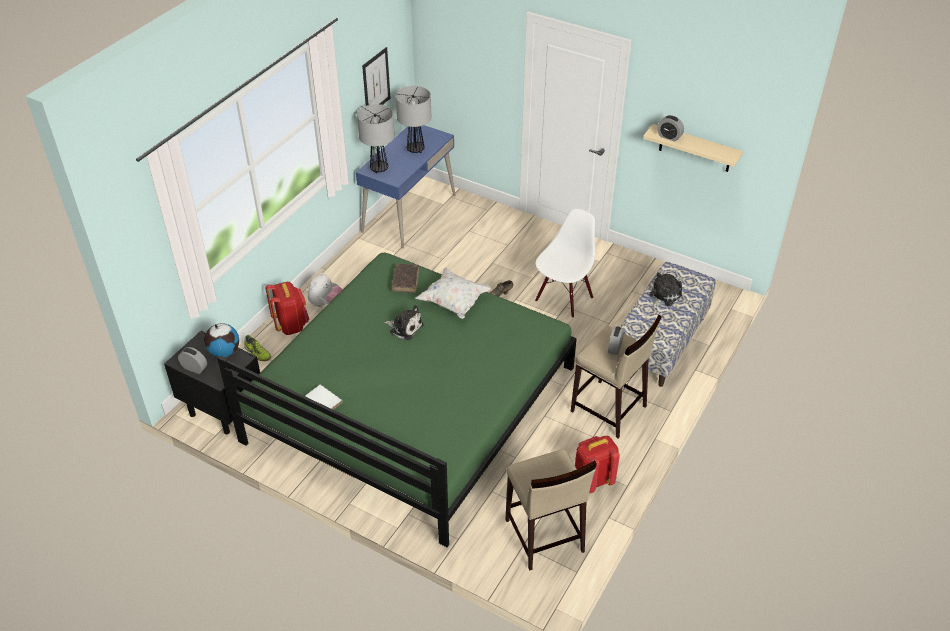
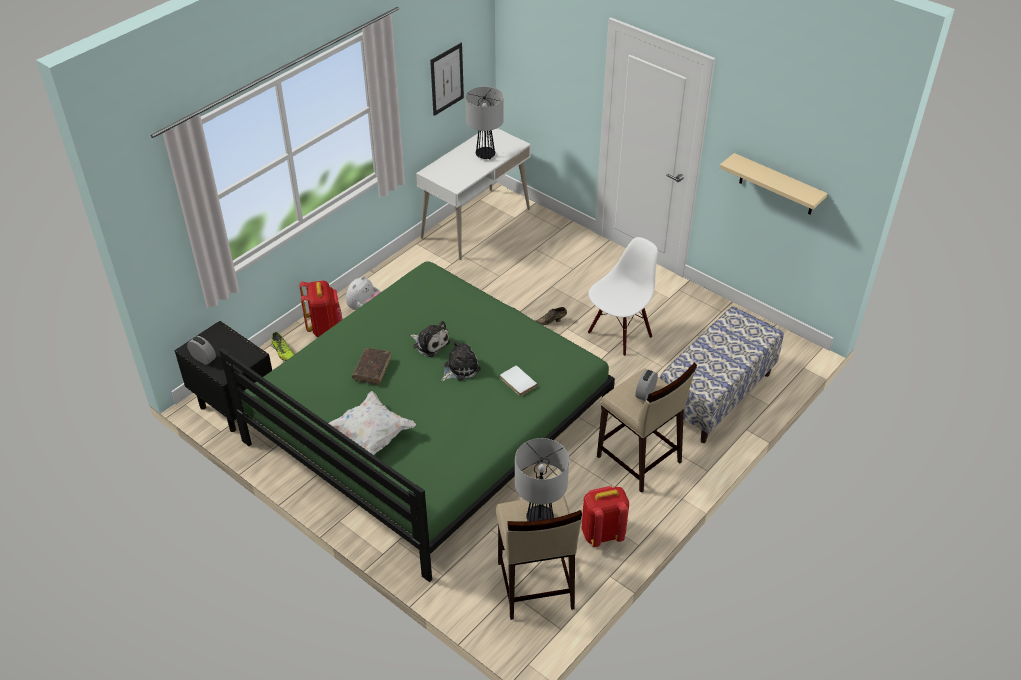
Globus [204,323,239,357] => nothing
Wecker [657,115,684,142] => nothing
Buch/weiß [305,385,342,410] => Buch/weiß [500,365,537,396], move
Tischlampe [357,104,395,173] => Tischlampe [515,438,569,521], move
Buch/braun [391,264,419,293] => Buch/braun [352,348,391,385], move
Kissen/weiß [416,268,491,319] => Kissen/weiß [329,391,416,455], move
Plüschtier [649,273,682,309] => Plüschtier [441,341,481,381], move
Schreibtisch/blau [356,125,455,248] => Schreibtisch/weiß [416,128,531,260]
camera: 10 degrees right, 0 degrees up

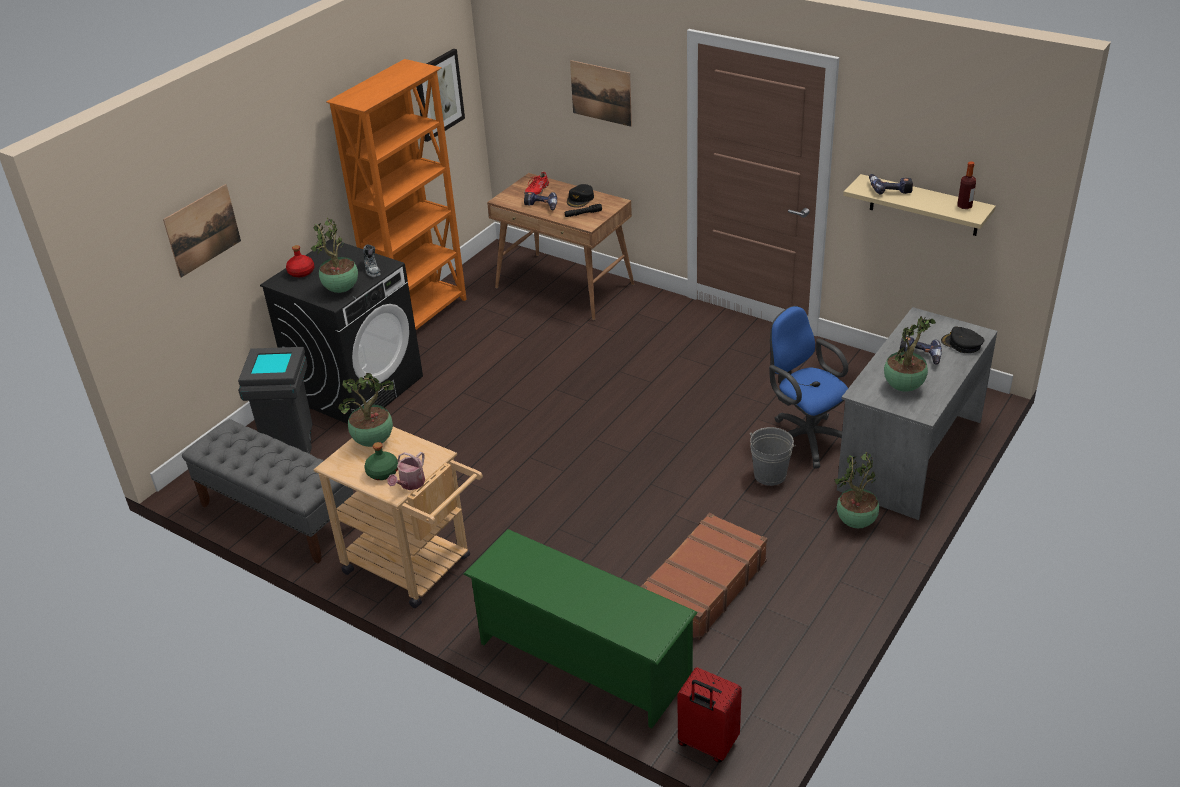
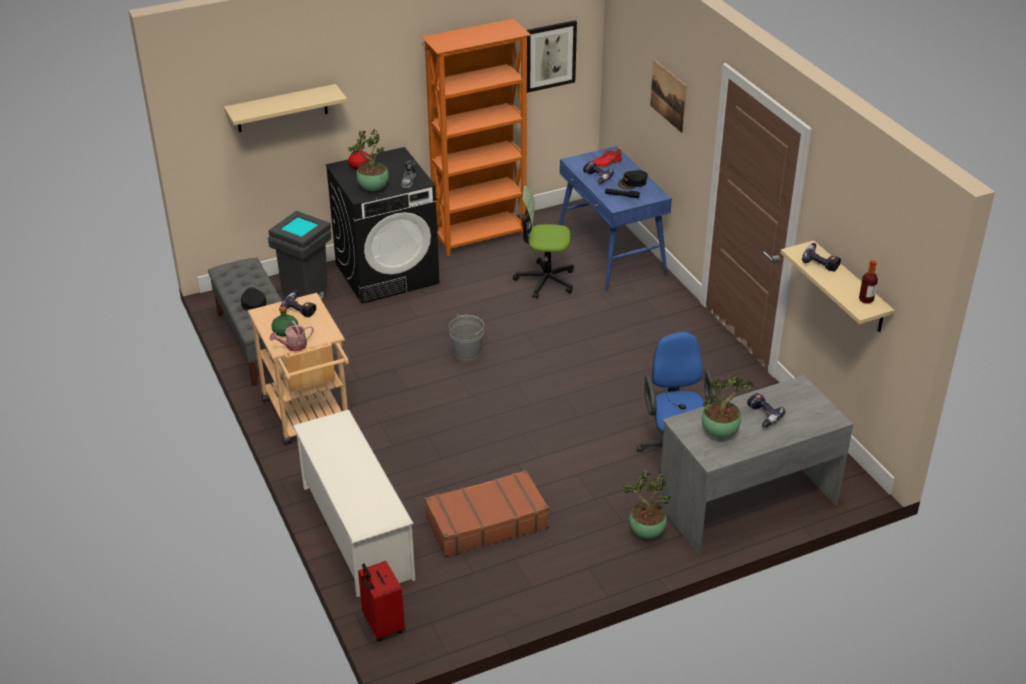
nothing => Bürostuhl [513,185,574,299]
Eimer/grau [750,427,796,486] => Eimer/grau [449,314,484,363], move
Kappe/schwarz [941,326,984,353] => Kappe/schwarz [241,287,267,311], move
Bild [163,184,241,278] => Wandregal/beige [224,84,347,132]
Topfpflanze [338,373,394,447] => Bohrmaschine [280,290,316,317]
Schuhregal/grün [463,529,698,729] => Schuhregal/weiß [293,410,415,597]
Schreibtisch/braun [487,173,634,320] => Schreibtisch/blau [558,146,672,291]
camera: 30 degrees right, 0 degrees up

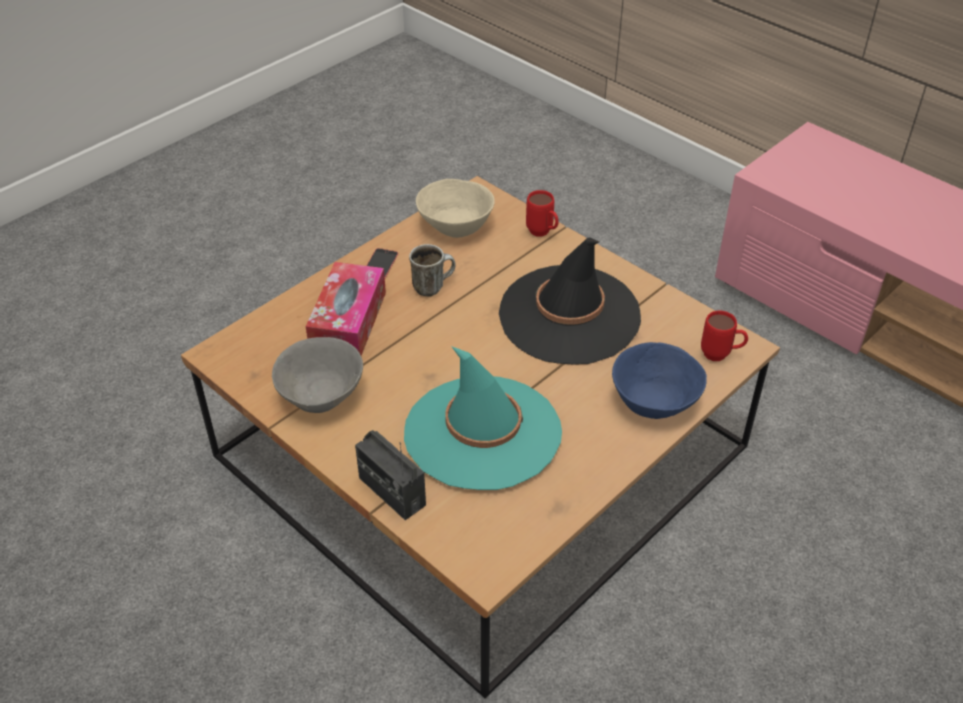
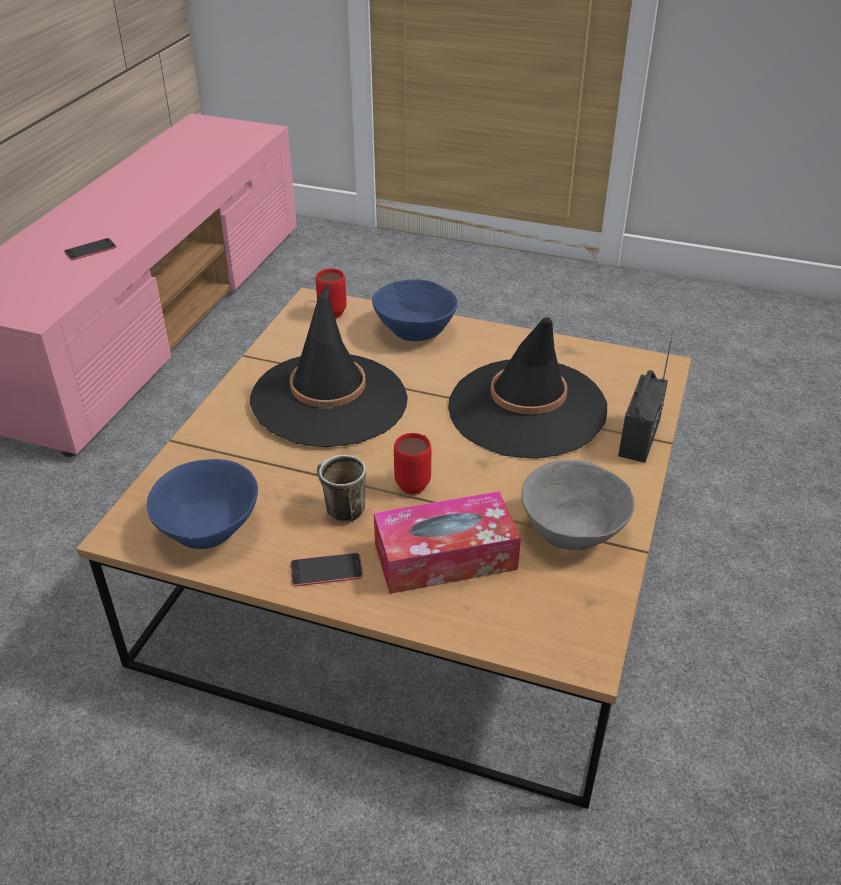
nothing => Handy [64,238,116,260]
Henkelbecher/rot [526,190,559,237] => Henkelbecher/rot [394,433,431,494], move
Hut/türkis [404,346,562,490] => Hut/schwarz [448,318,607,459]
Schüssel/beige [416,179,495,238] => Schüssel/blau [147,459,258,549]
camera: 115 degrees left, 5 degrees down

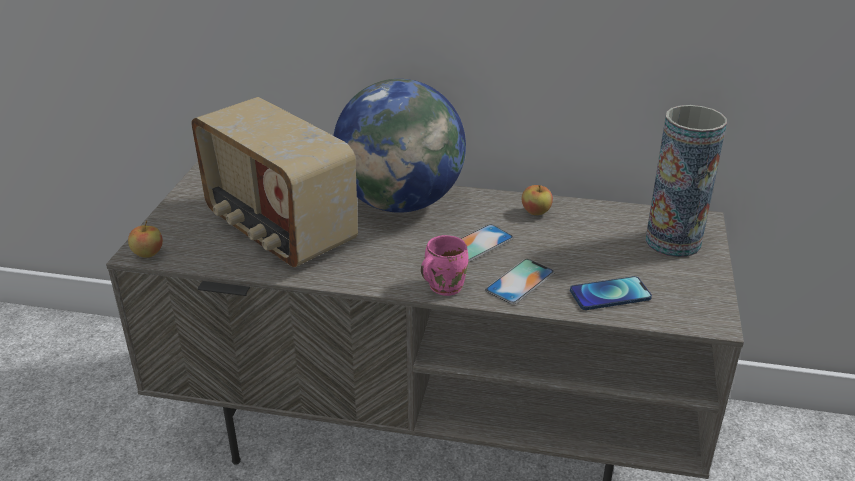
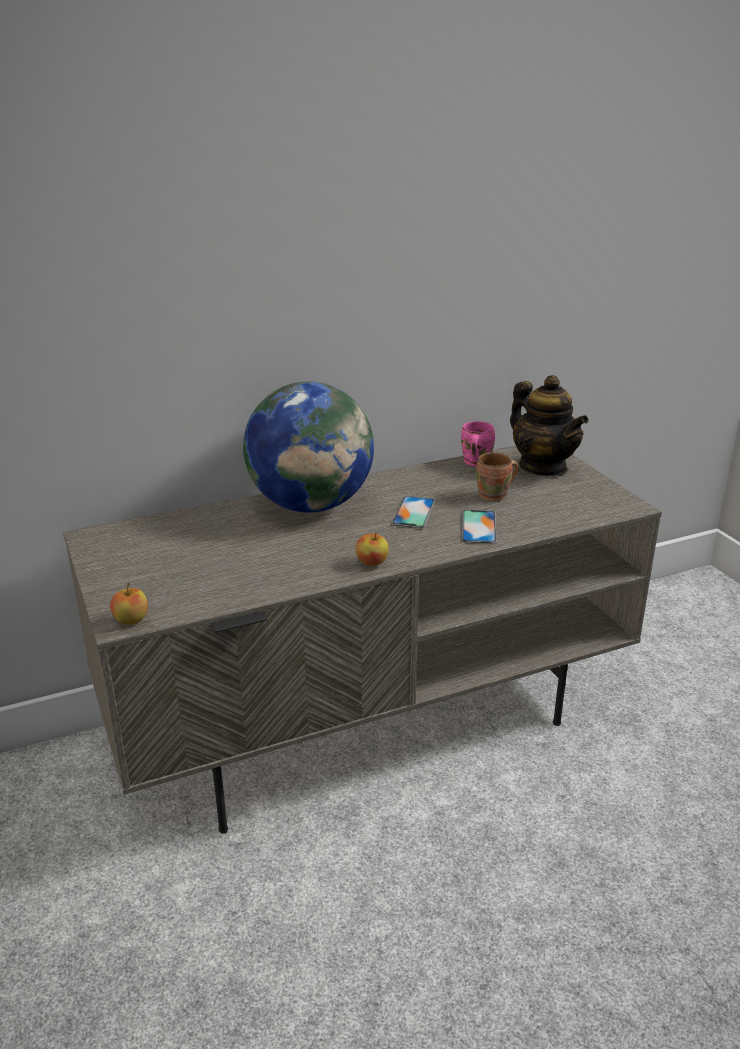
Radio [191,97,358,267] => nothing
Handy [570,276,652,310] => nothing
nothing => Henkelbecher/braun [476,452,519,502]
Henkelbecher/rosa [421,235,469,296] => Henkelbecher/rosa [461,421,495,467], move
Apfel [522,185,553,215] => Apfel [355,532,389,567], move
Vase [645,105,727,258] => Teekanne [510,375,589,476]
camera: 35 degrees left, 5 degrees down

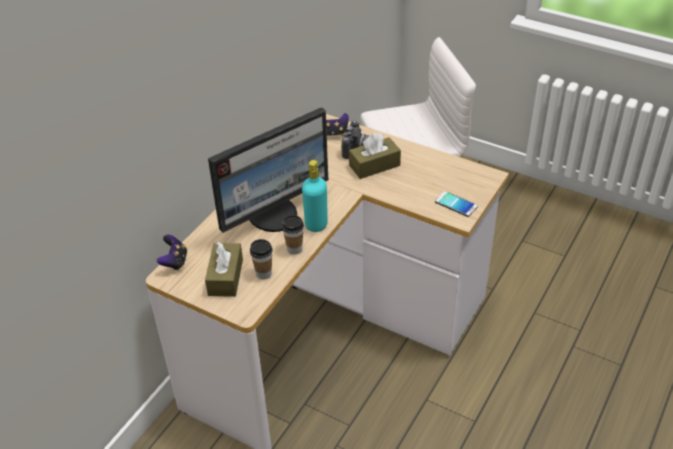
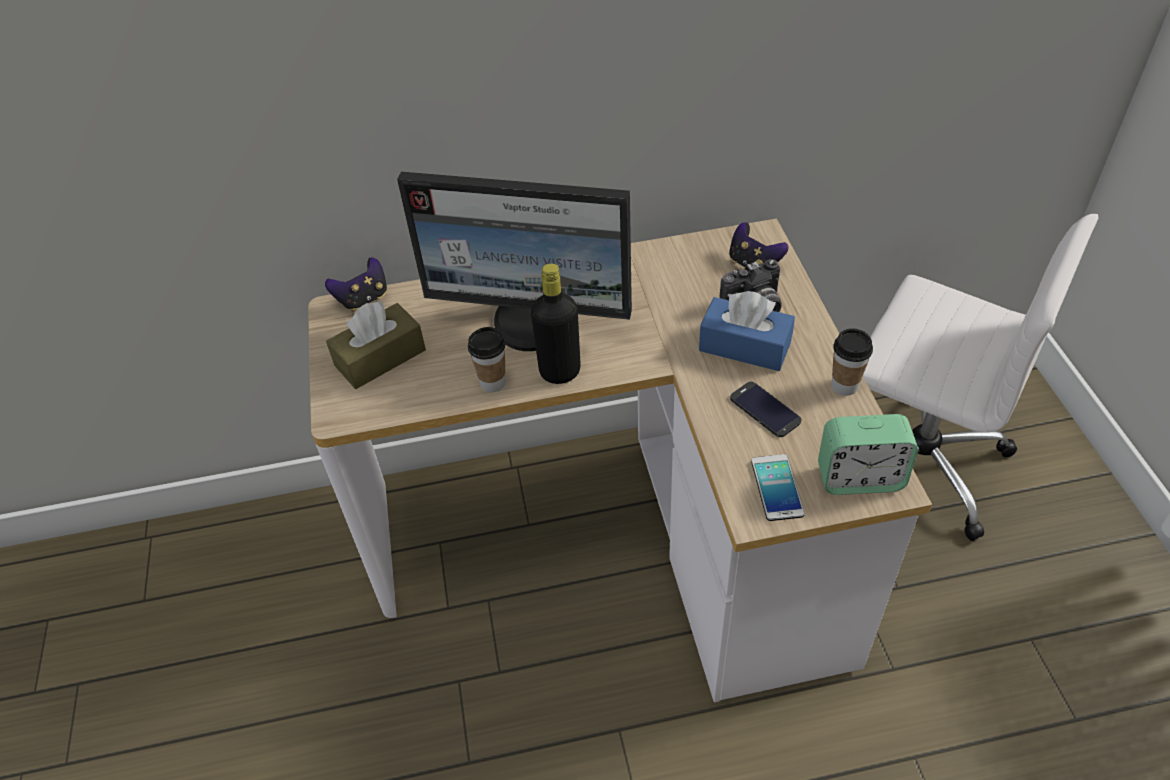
nothing => Handy [730,382,801,437]
nothing => Wecker [818,414,918,495]
Tasse [250,239,273,279] => Tasse [831,328,873,396], move
Flasche/türkis [302,160,328,232] => Flasche/schwarz [531,263,581,384]
Taschentuchbox/braun [349,133,401,179] => Taschentuchbox/blau [699,291,795,371]
camera: 50 degrees right, 5 degrees up

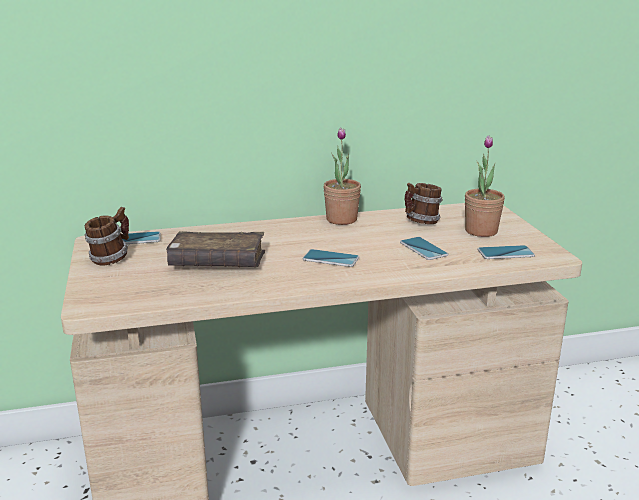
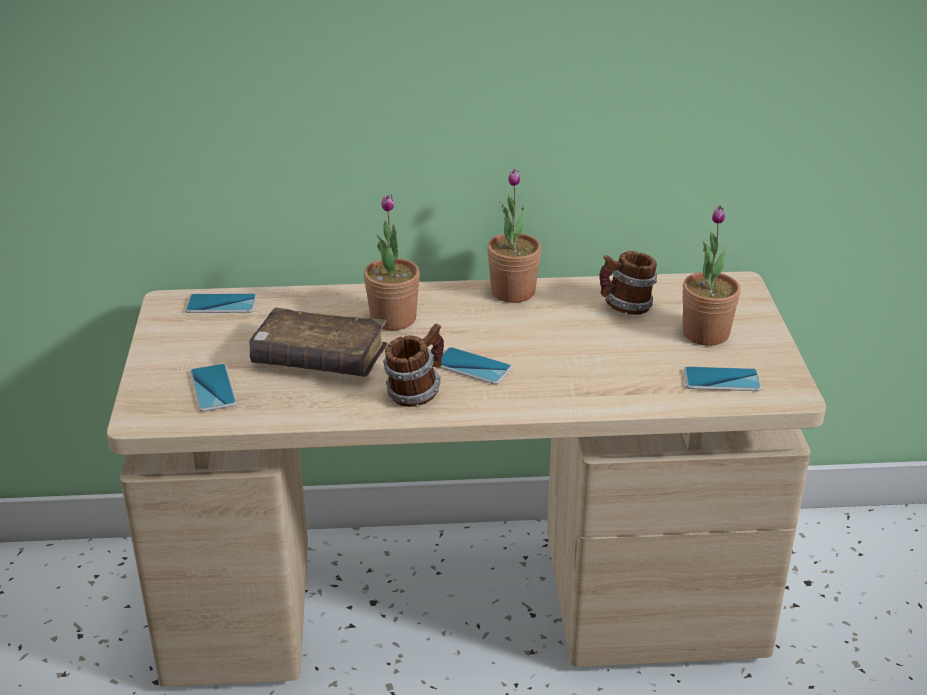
nothing => Topfpflanze [364,194,420,331]
Henkelbecher [85,207,129,265] => Henkelbecher [383,324,444,407], move
Handy [400,237,448,260] => Handy [190,364,237,412], move
camera: 10 degrees right, 10 degrees up

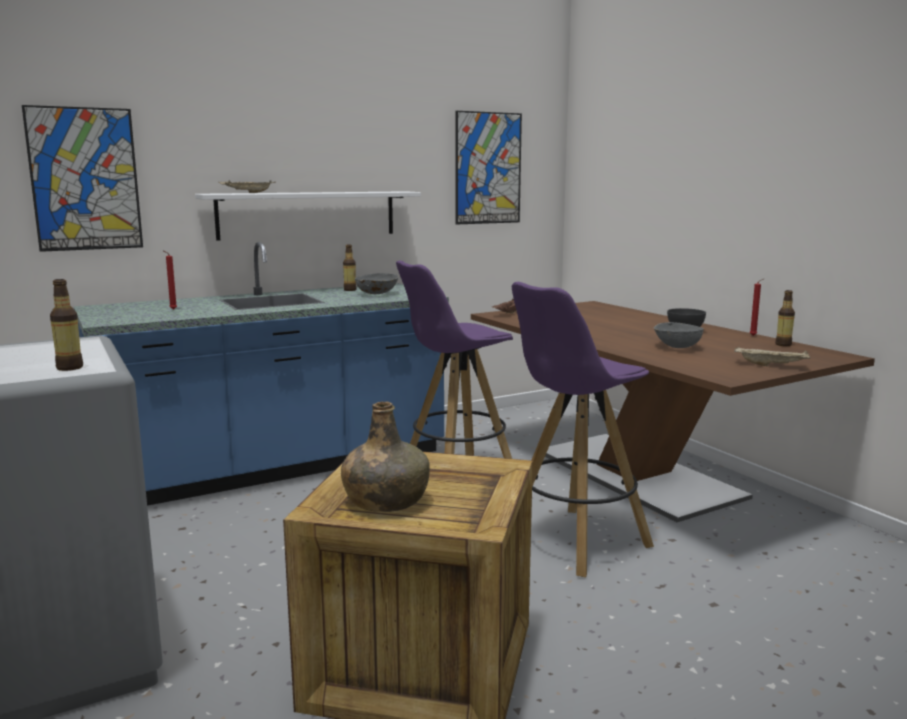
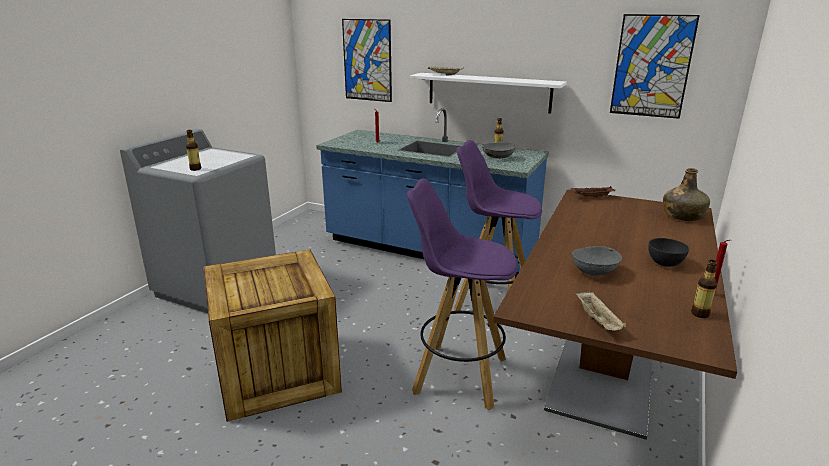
Flasche/grün [341,402,430,512] => Flasche/grün [663,168,710,221], move
camera: 55 degrees right, 10 degrees up

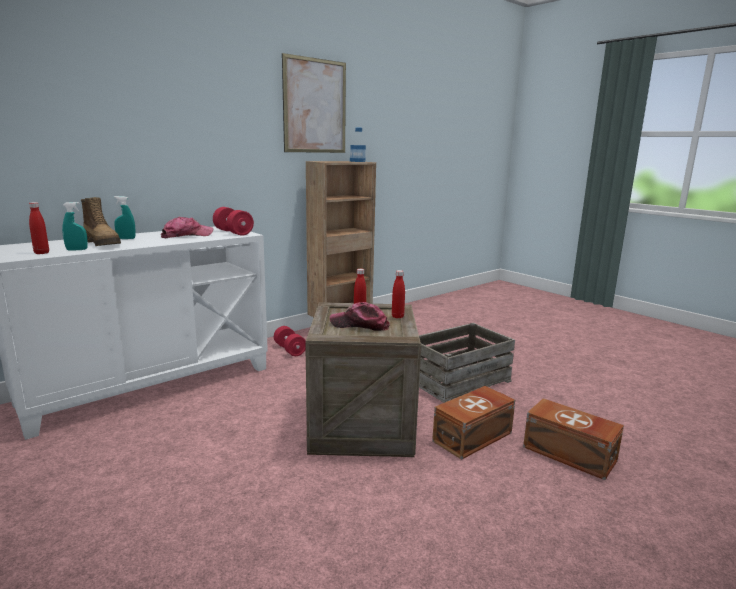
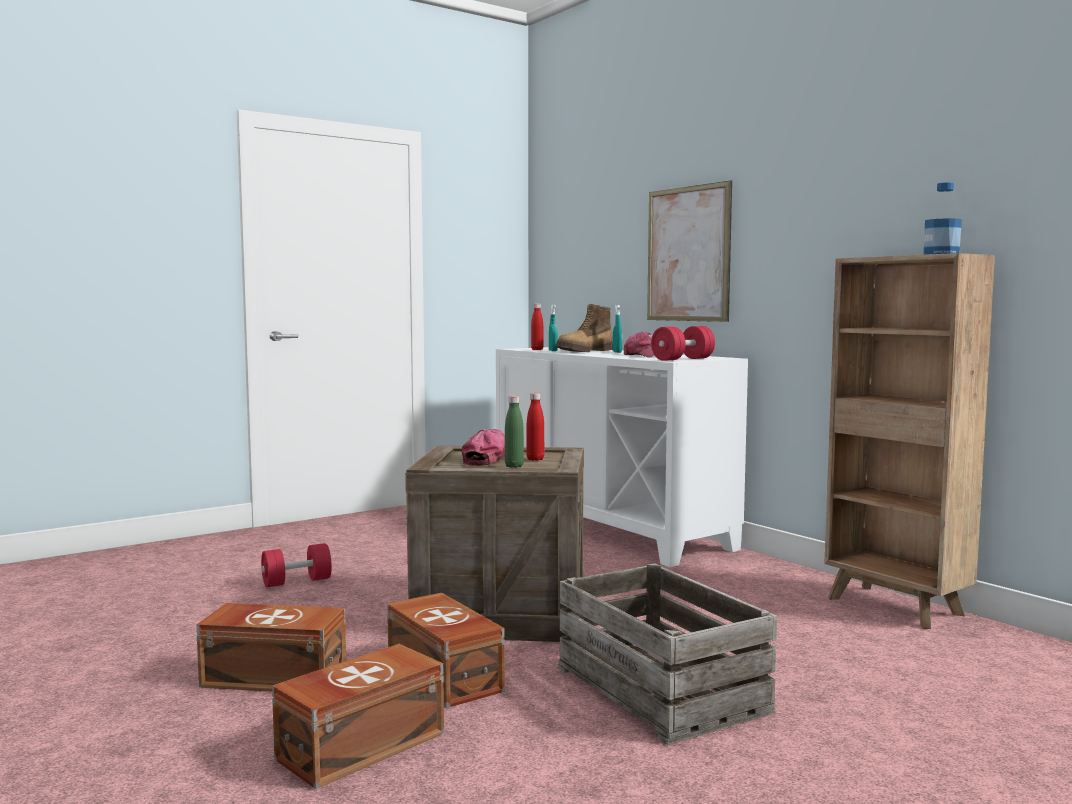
nothing => Aufbewahrungsbox/braun [196,603,346,692]
Hantel/rot [274,326,306,356] => Hantel/rot [261,543,332,587], move
Bild [282,53,346,153] => Bild [647,180,732,322], move
Flasche/rot [392,270,405,318] => Flasche/grün [505,395,524,468]
camera: 95 degrees right, 10 degrees down

